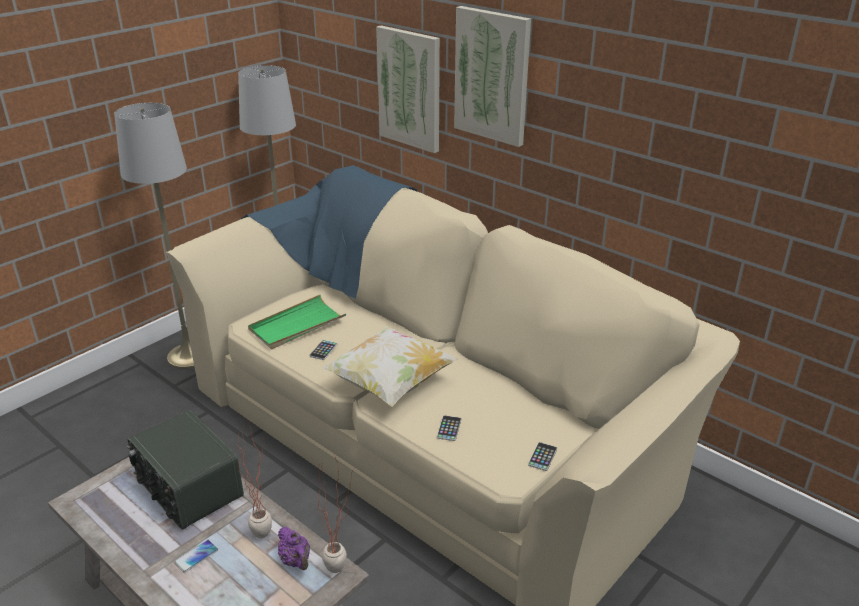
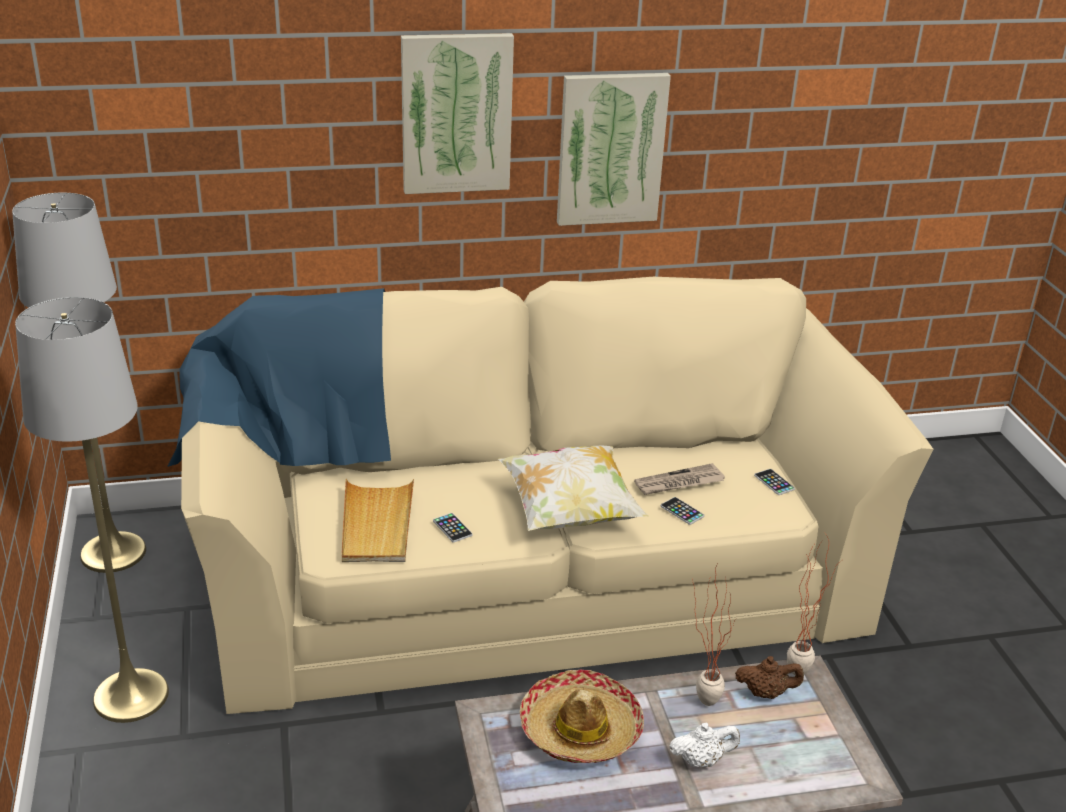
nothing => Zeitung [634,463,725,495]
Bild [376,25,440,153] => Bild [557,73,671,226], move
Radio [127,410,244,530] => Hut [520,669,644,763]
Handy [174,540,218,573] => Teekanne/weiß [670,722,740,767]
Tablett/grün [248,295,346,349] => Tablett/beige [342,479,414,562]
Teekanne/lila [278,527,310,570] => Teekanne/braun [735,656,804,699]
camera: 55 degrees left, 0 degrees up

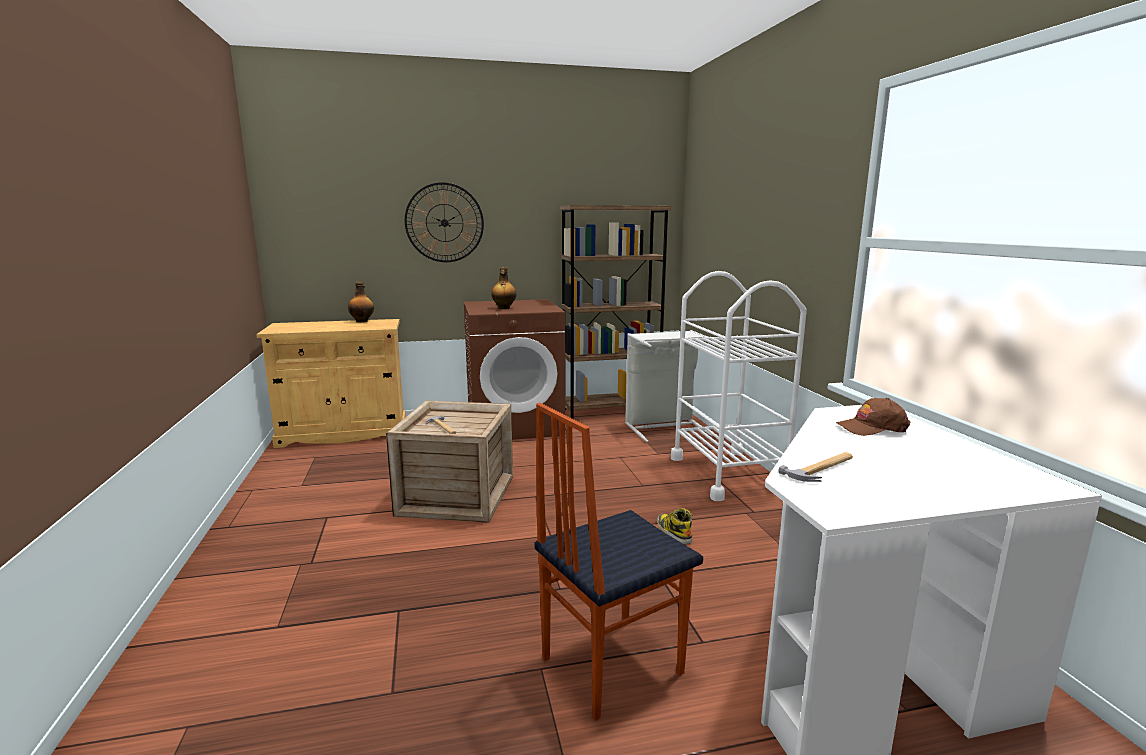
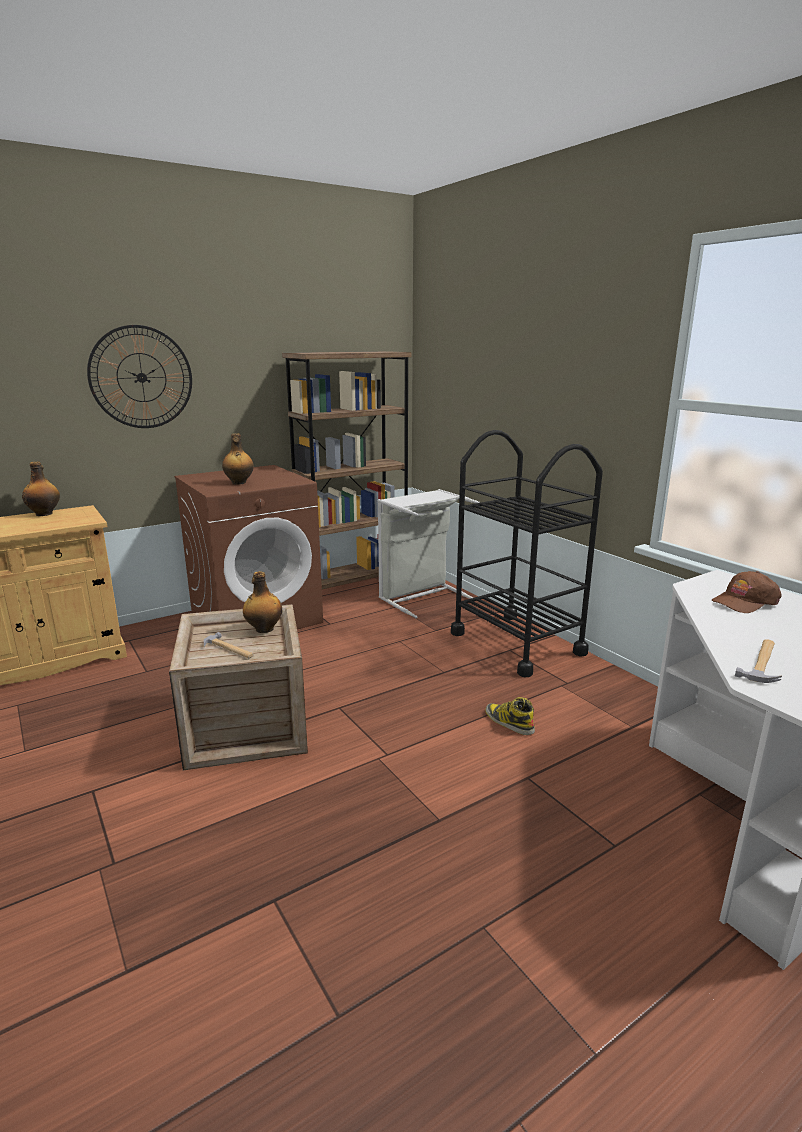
Stuhl [534,403,703,721] => nothing
nothing => Flasche [243,571,282,633]
Rollwagen/weiß [671,271,807,501] => Rollwagen/schwarz [451,430,603,678]
camera: 20 degrees left, 5 degrees up

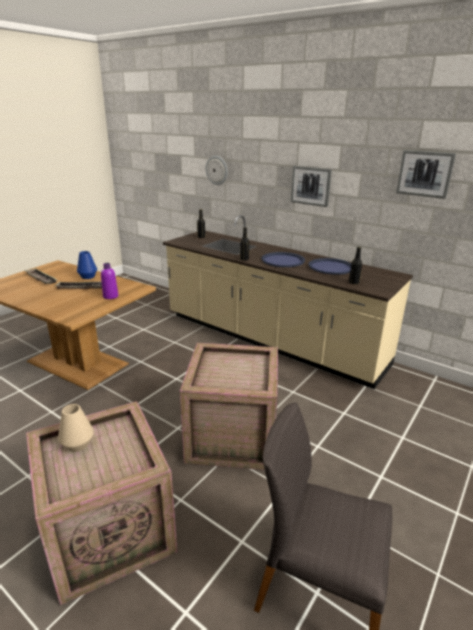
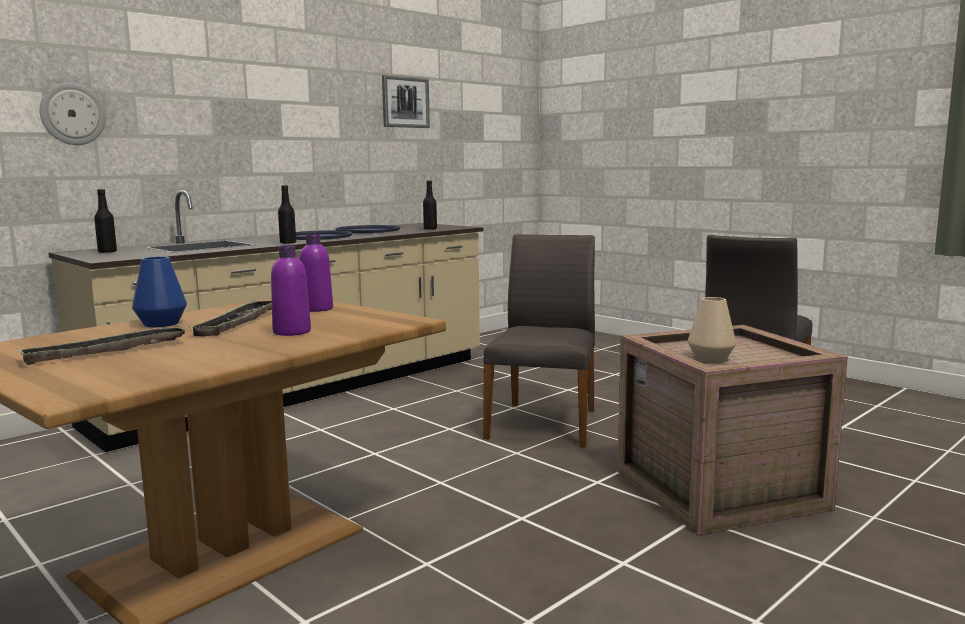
Bild [291,166,332,207] => nothing
nothing => Flasche/lila [271,245,311,336]
Kiste [180,343,278,470] => Stuhl/grau [483,234,595,448]
camera: 80 degrees left, 15 degrees down

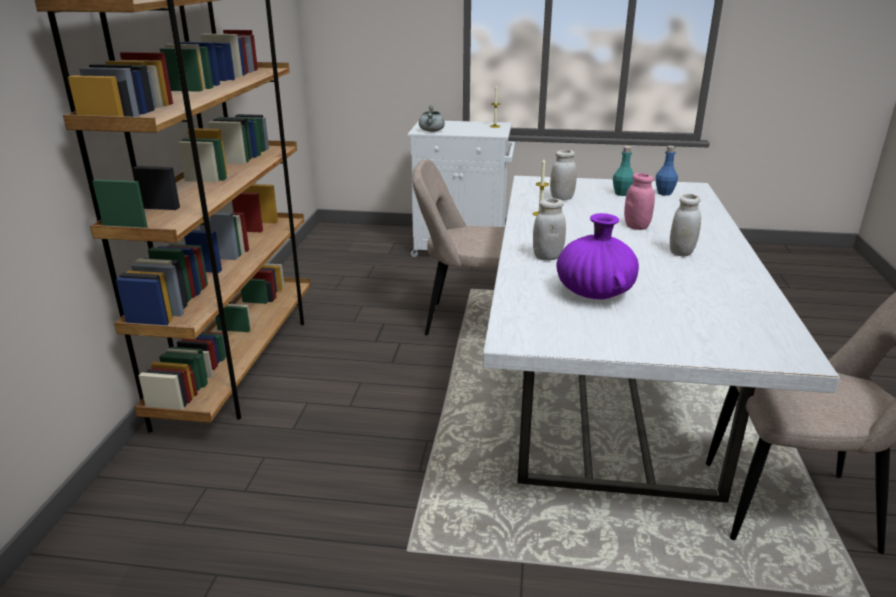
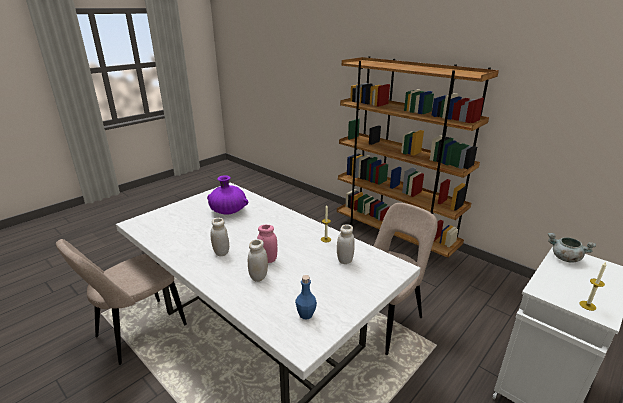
Flasche/türkis [613,146,634,196] => nothing
Vorratsglas/weiß [533,198,566,261] => Vorratsglas/weiß [248,239,268,282], move
camera: 125 degrees right, 0 degrees up

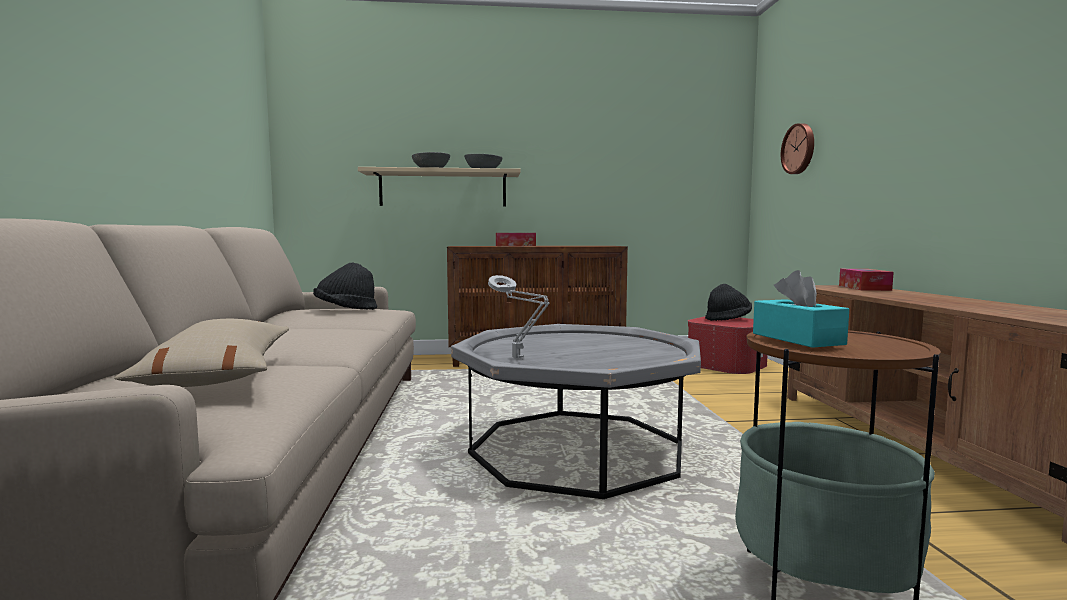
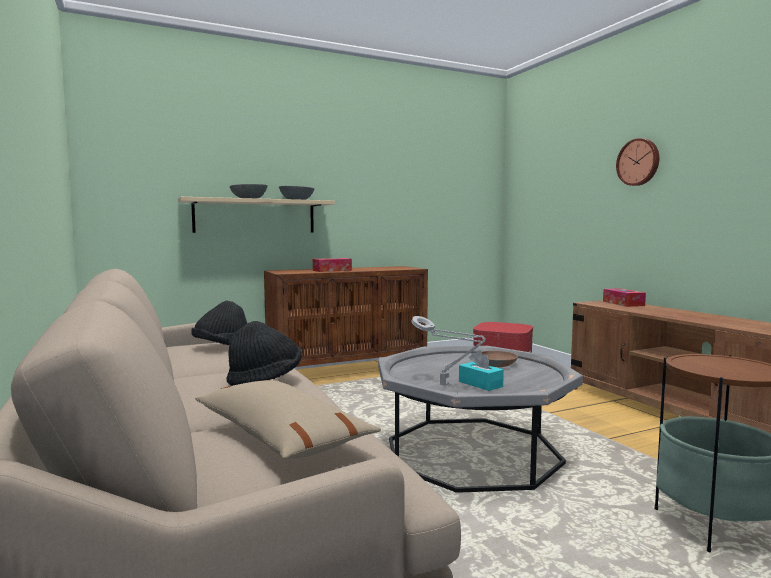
nothing => Schüssel/braun [481,351,518,367]
Hut/schwarz [705,284,752,321] => Hut/schwarz [226,321,302,386], move
Taschentuchbox/türkis [753,270,849,348] => Taschentuchbox/türkis [459,351,504,391], move
Wanduhr [781,123,814,174] => Wanduhr [616,138,659,186], move
camera: 20 degrees left, 0 degrees up

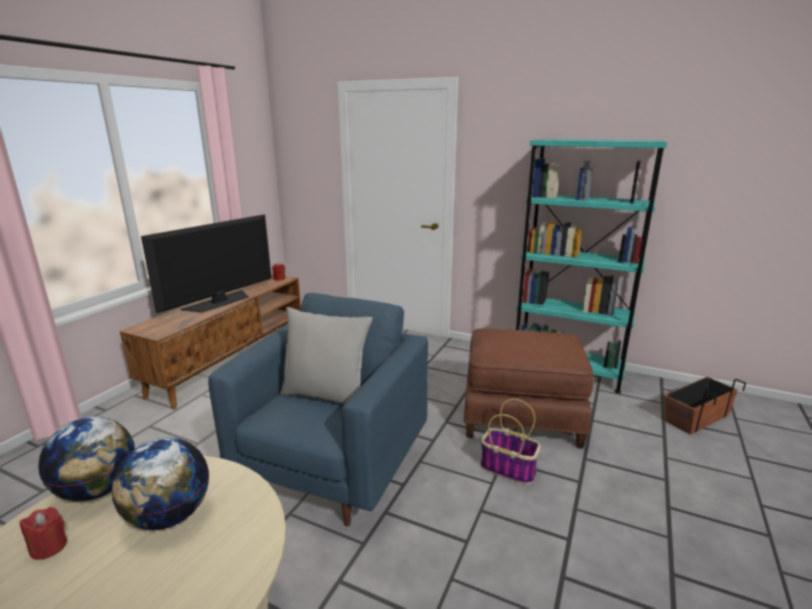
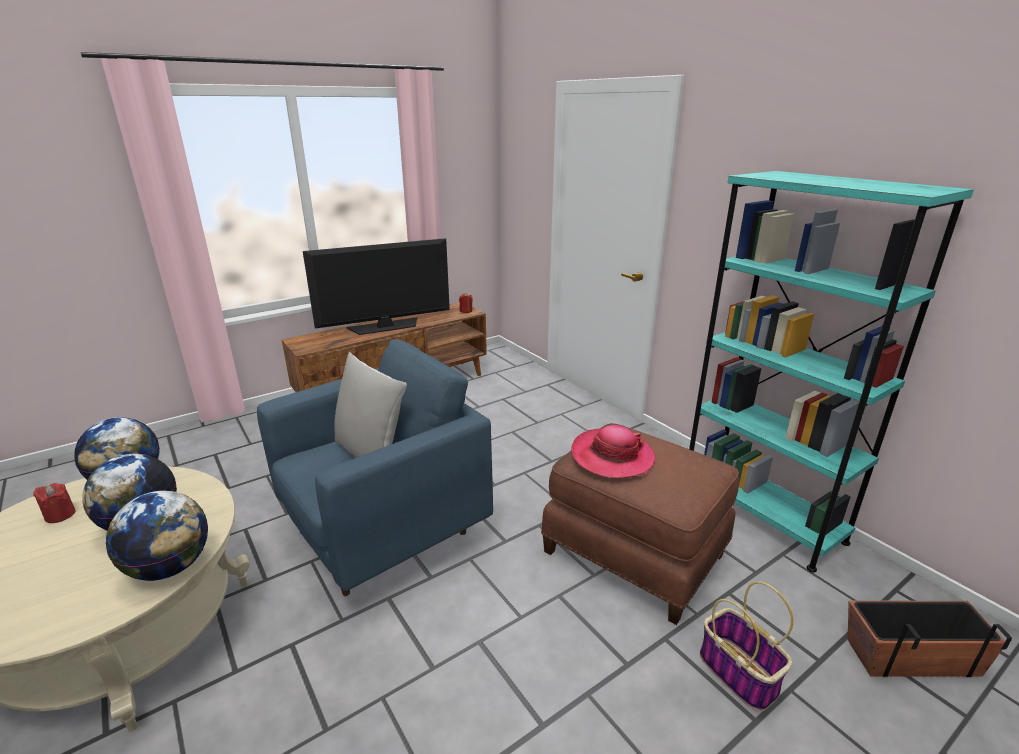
nothing => Globus [106,491,208,581]
nothing => Hut [571,425,655,478]
Korb [481,399,540,485] => Korb [700,581,793,712], move
camera: 30 degrees right, 5 degrees up

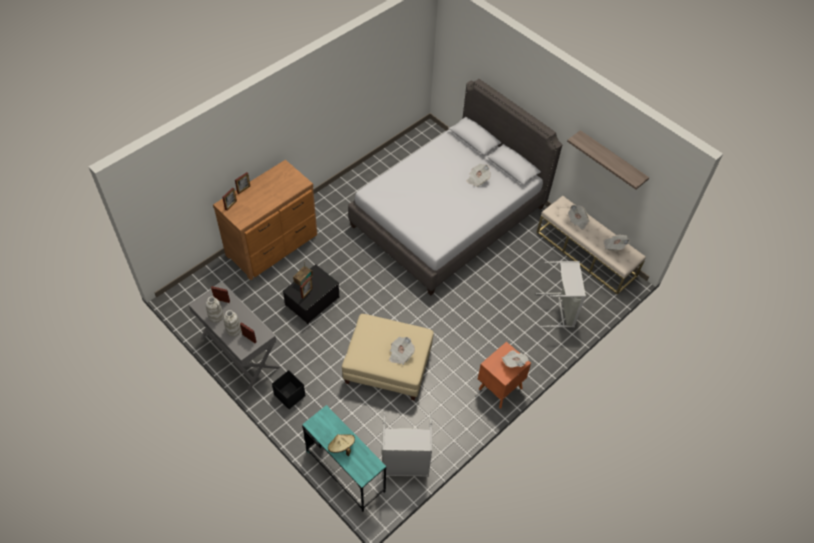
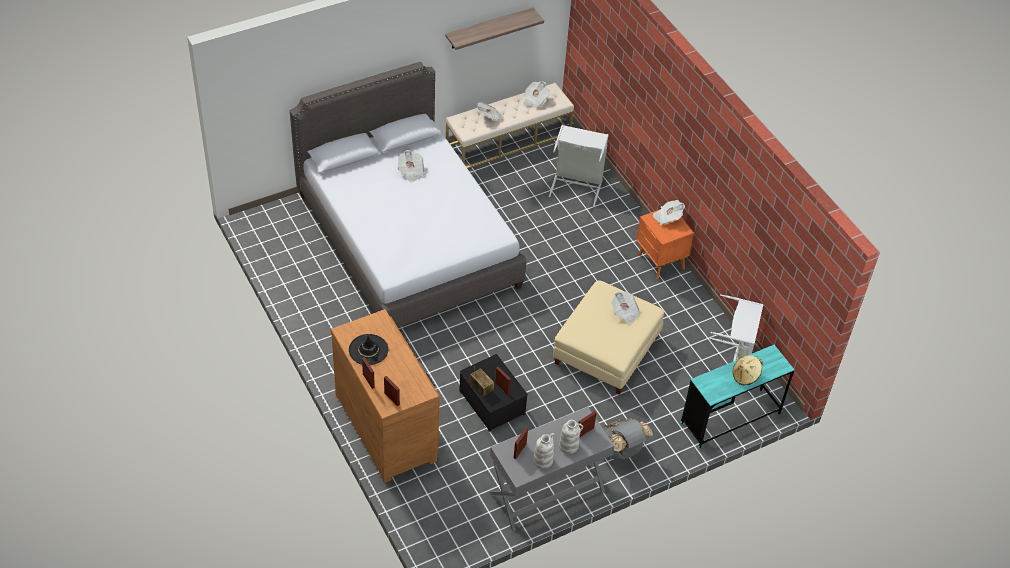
nothing => Hut/schwarz [349,334,389,365]
Aufbewahrungsbox/schwarz [272,370,305,409] => Rucksack/grau [603,418,653,460]
camera: 75 degrees left, 5 degrees down

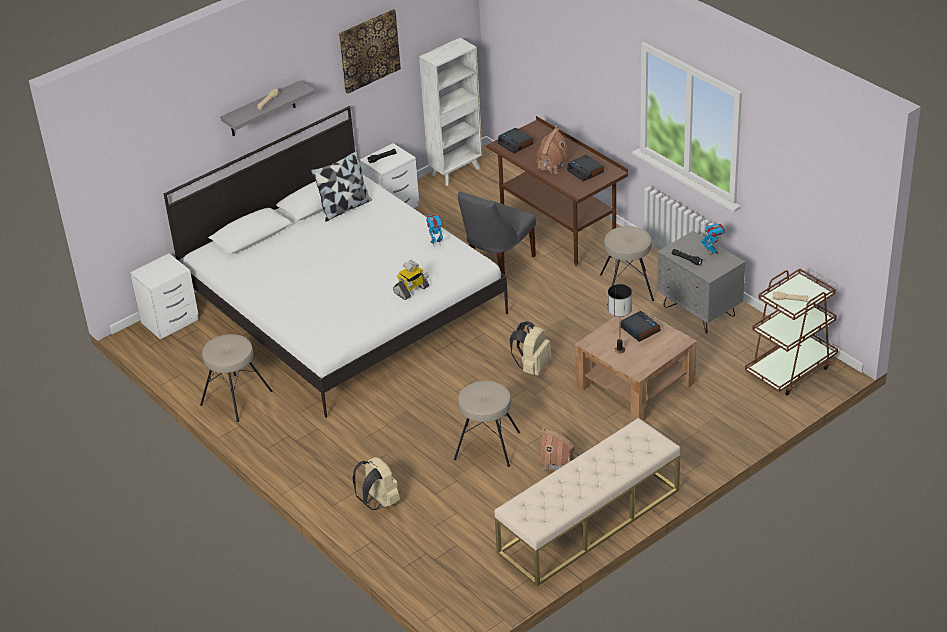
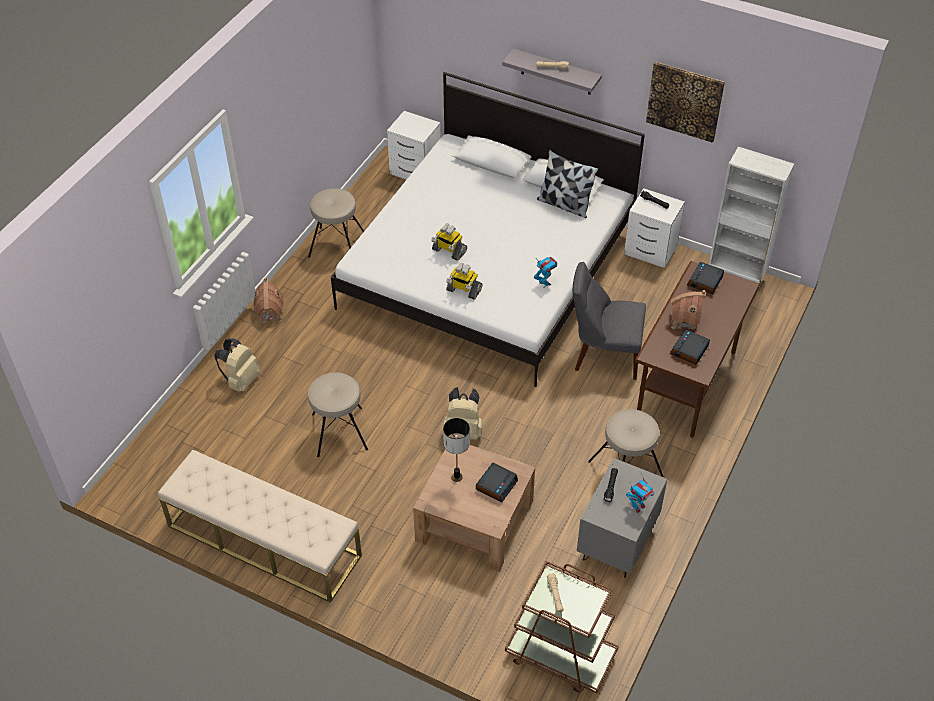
nothing => Spielzeugroboter [431,223,467,261]
Spielzeughaus [540,427,575,470] => Spielzeughaus [254,277,284,323], move
camera: 65 degrees right, 10 degrees up

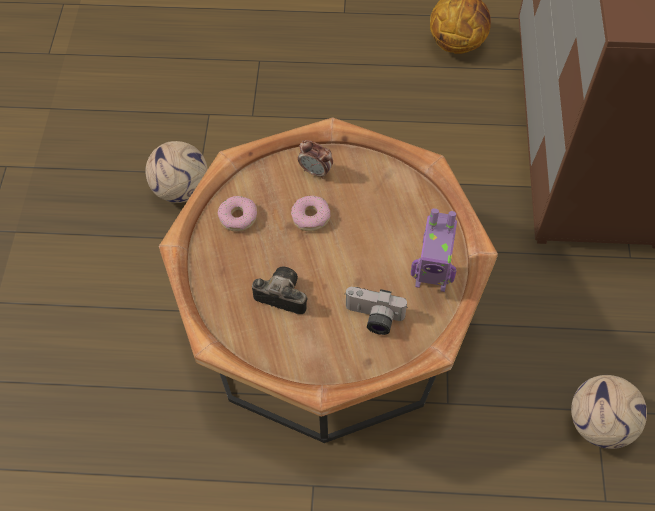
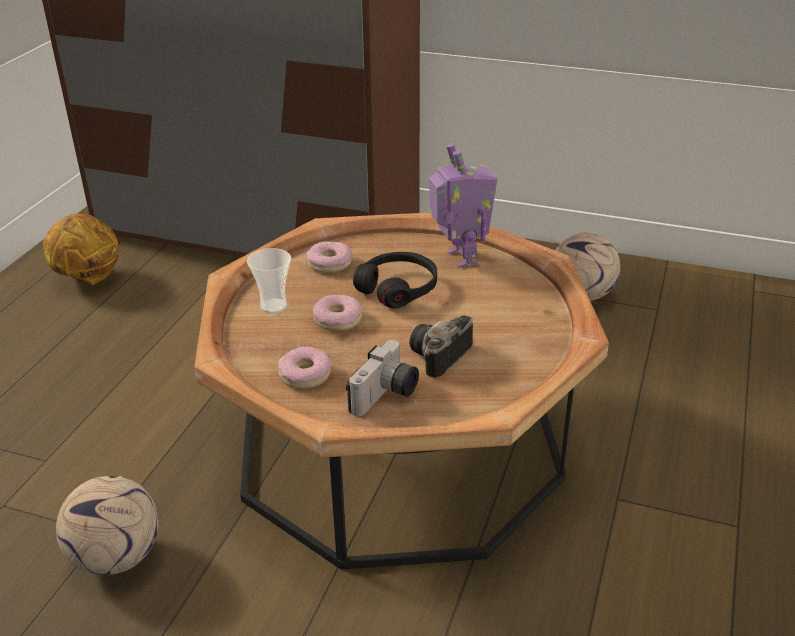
nothing => Donut [307,241,352,273]
nothing => Kopfhörer/schwarz [353,252,437,308]
Kamera [345,287,408,335] => Kamera [346,340,419,416], move
Wecker [298,140,333,179] => Tasse [247,248,291,314]
Spielzeugroboter [411,208,457,292] => Spielzeugroboter [429,143,498,268], 45 degrees counterclockwise
camera: 75 degrees left, 25 degrees down

